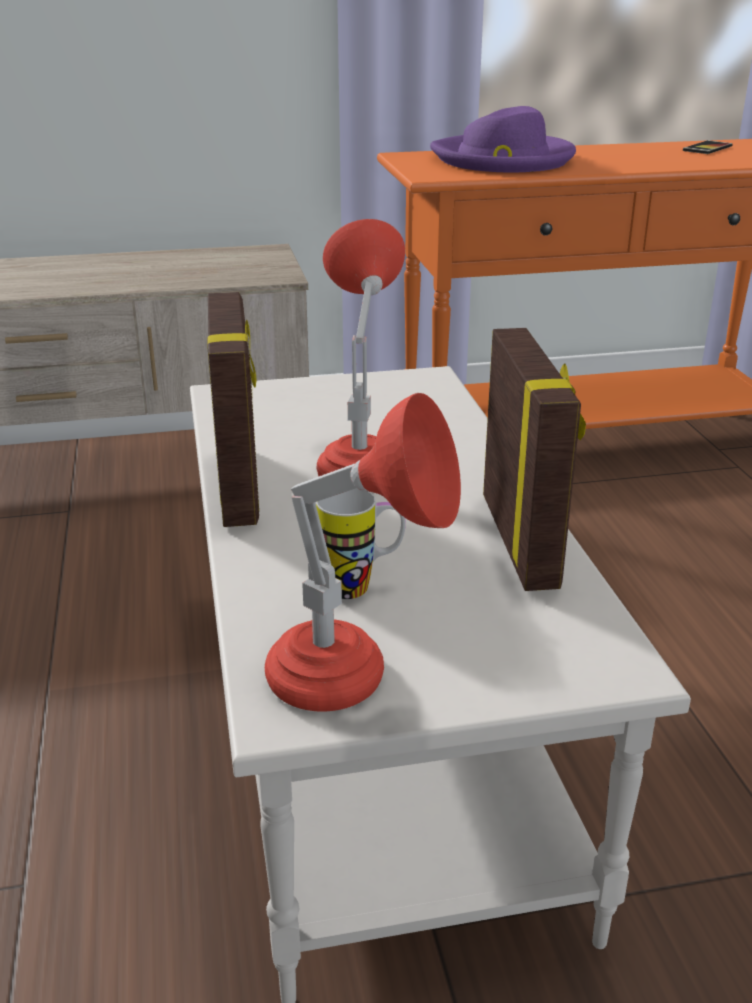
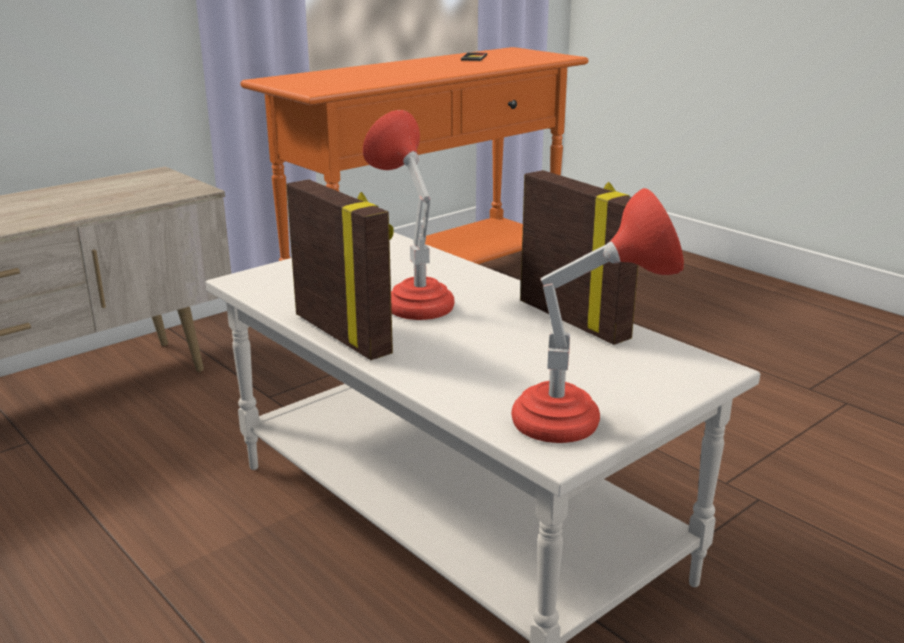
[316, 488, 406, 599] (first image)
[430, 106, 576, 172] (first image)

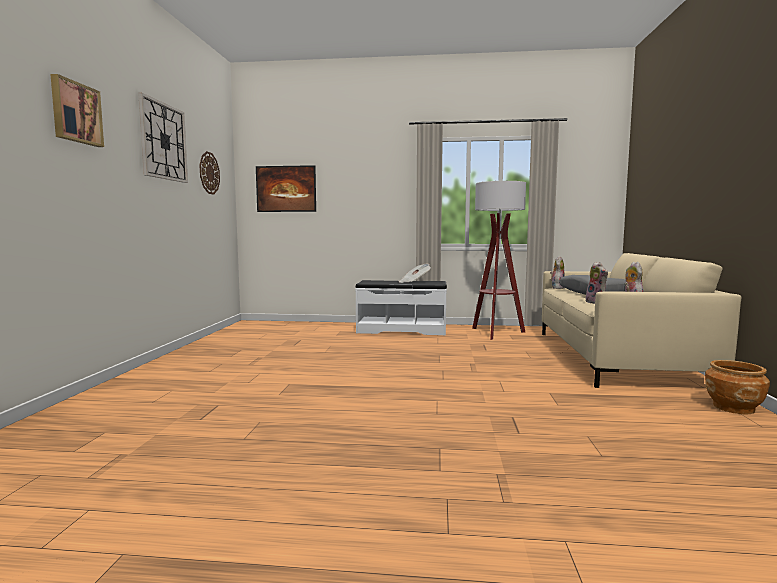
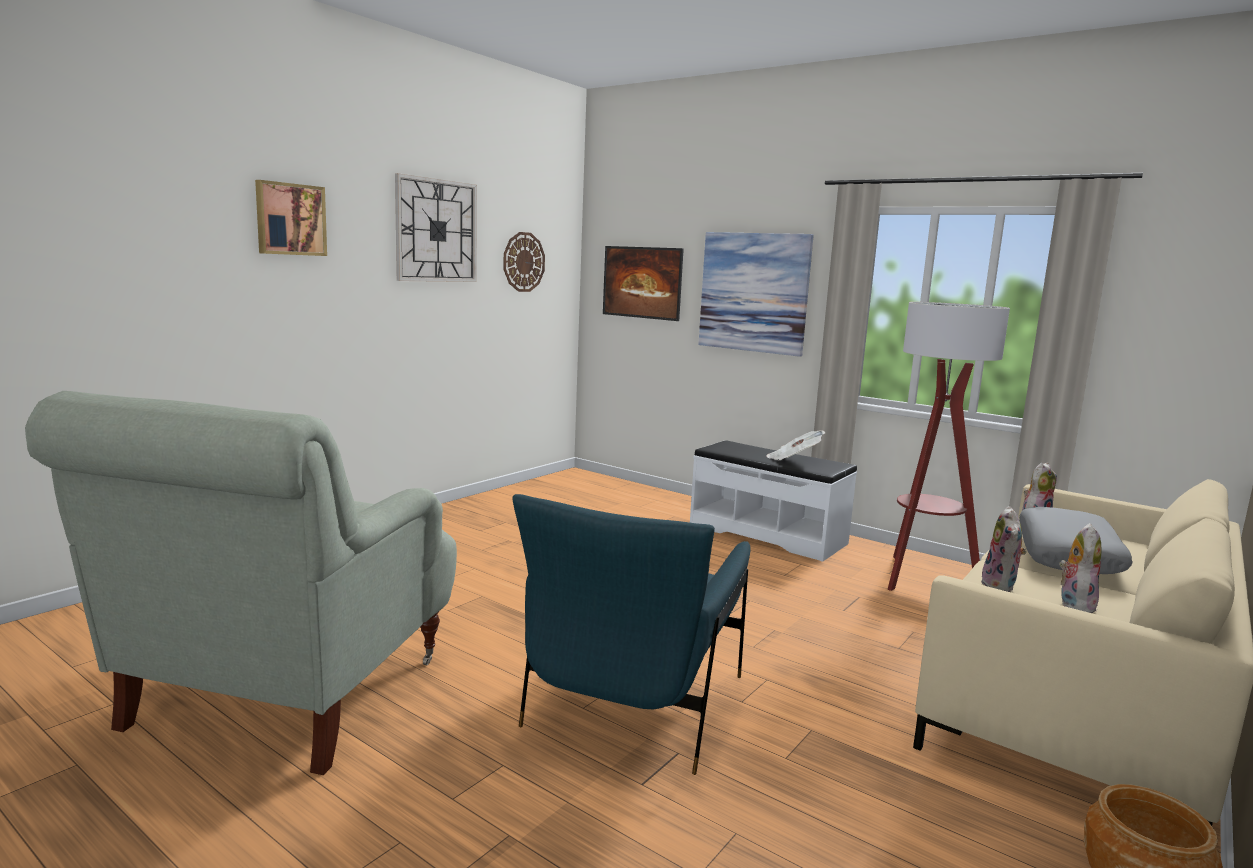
[25, 391, 457, 775]
[512, 494, 751, 775]
[698, 232, 814, 357]

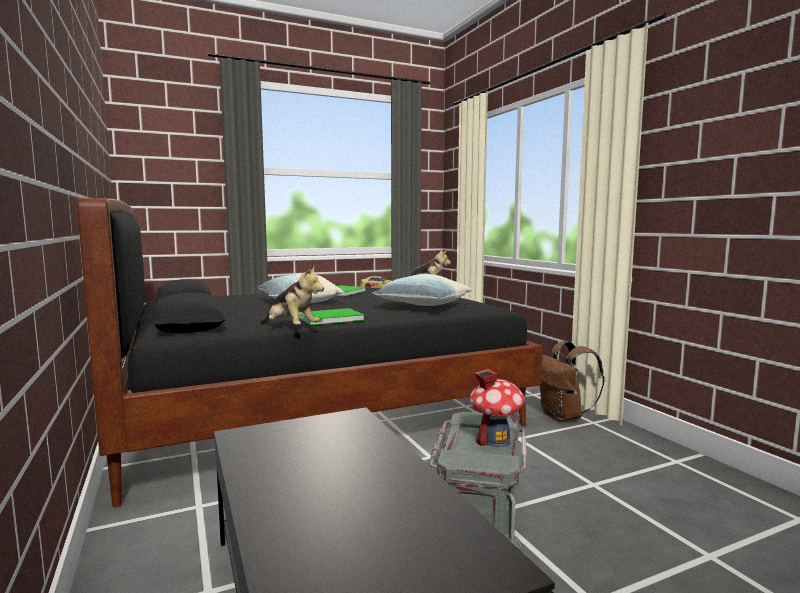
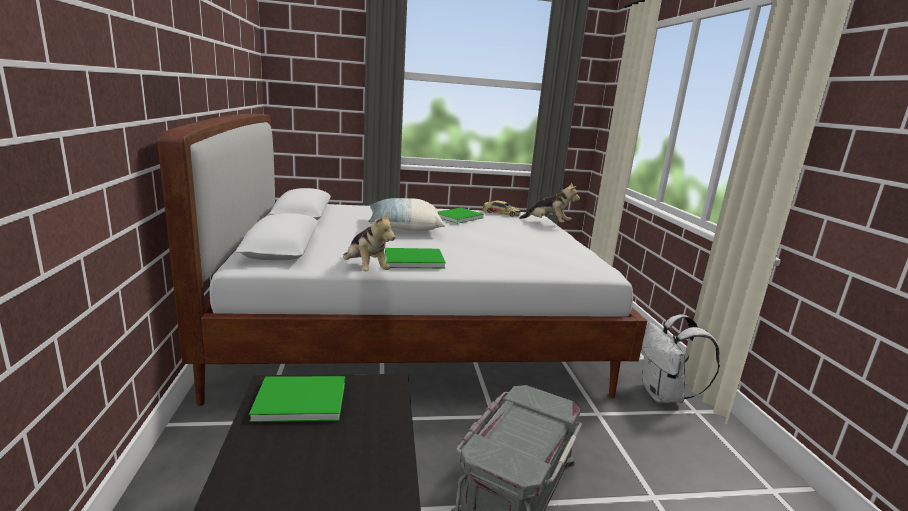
[157, 113, 647, 406]
[249, 376, 345, 422]
[642, 314, 720, 403]
[372, 274, 472, 306] (first image)
[470, 369, 525, 447] (first image)

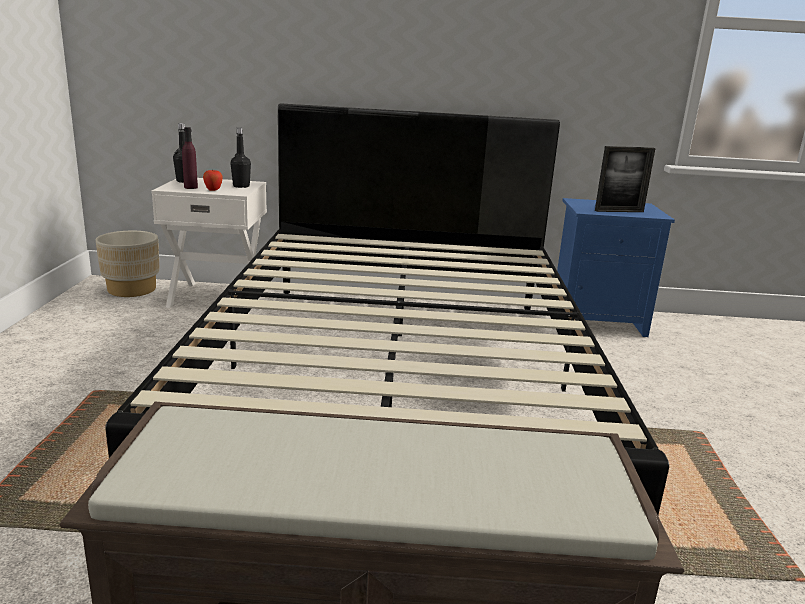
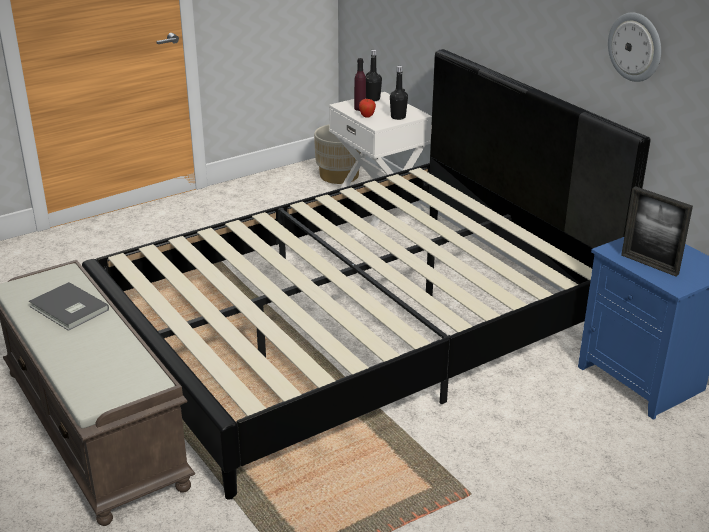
[29, 282, 109, 331]
[608, 13, 661, 82]

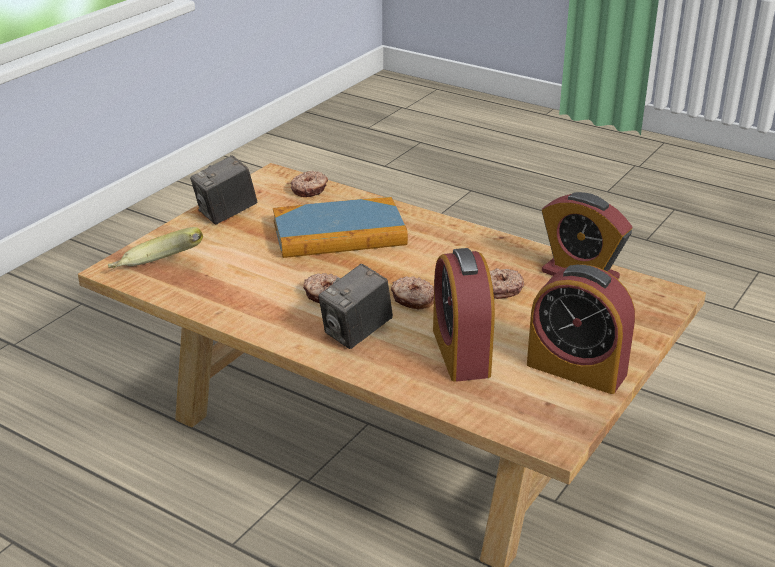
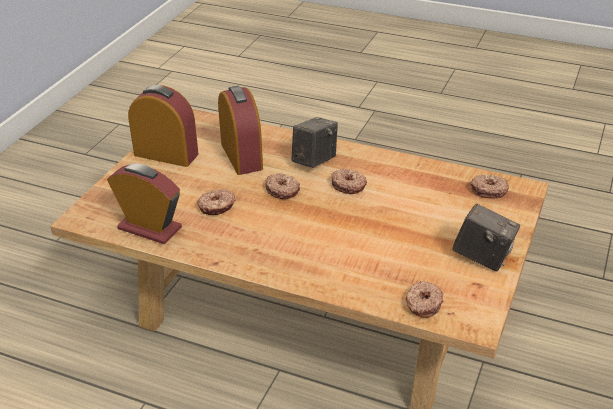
[452, 204, 520, 271]
[470, 174, 509, 198]
[273, 197, 408, 258] (first image)

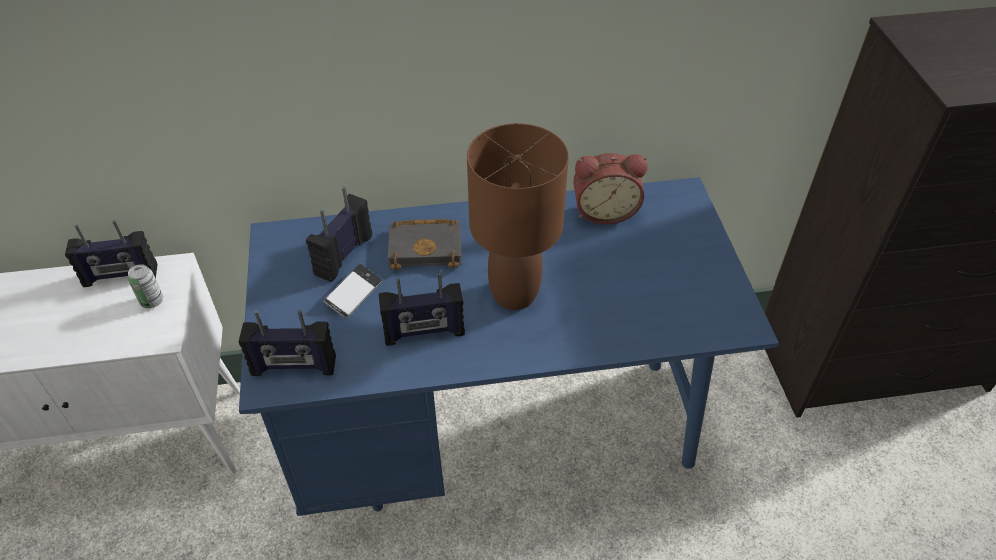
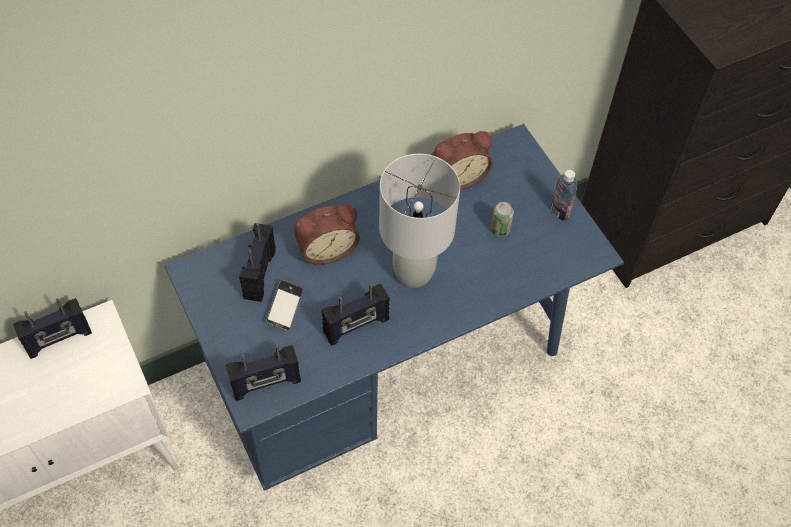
[294, 204, 360, 265]
[379, 154, 460, 288]
[491, 202, 514, 237]
[551, 170, 577, 221]

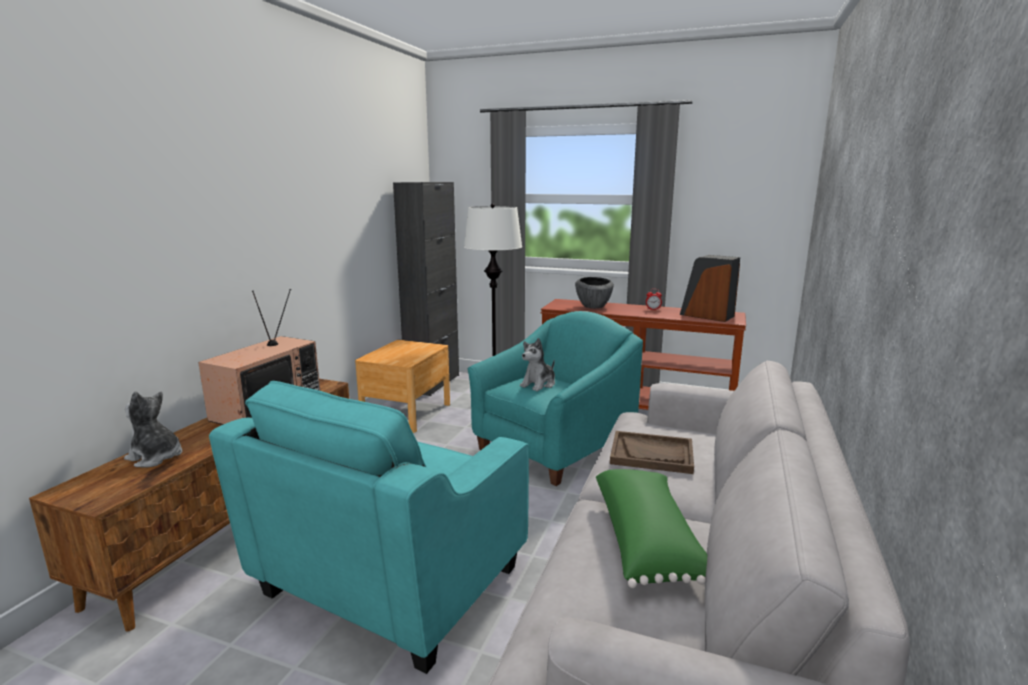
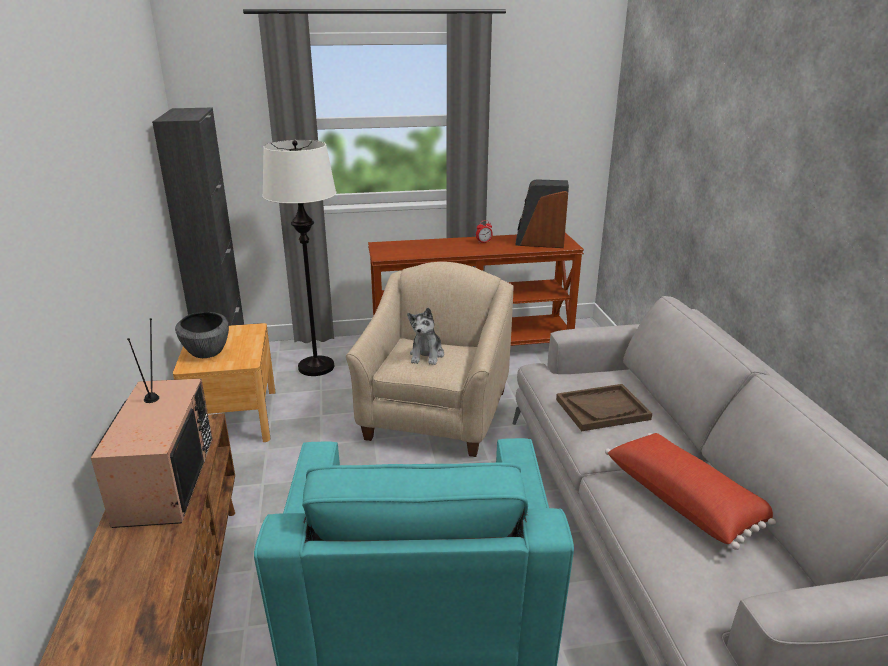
[175, 312, 229, 358]
[346, 262, 514, 457]
[605, 433, 776, 550]
[124, 391, 182, 468] (first image)

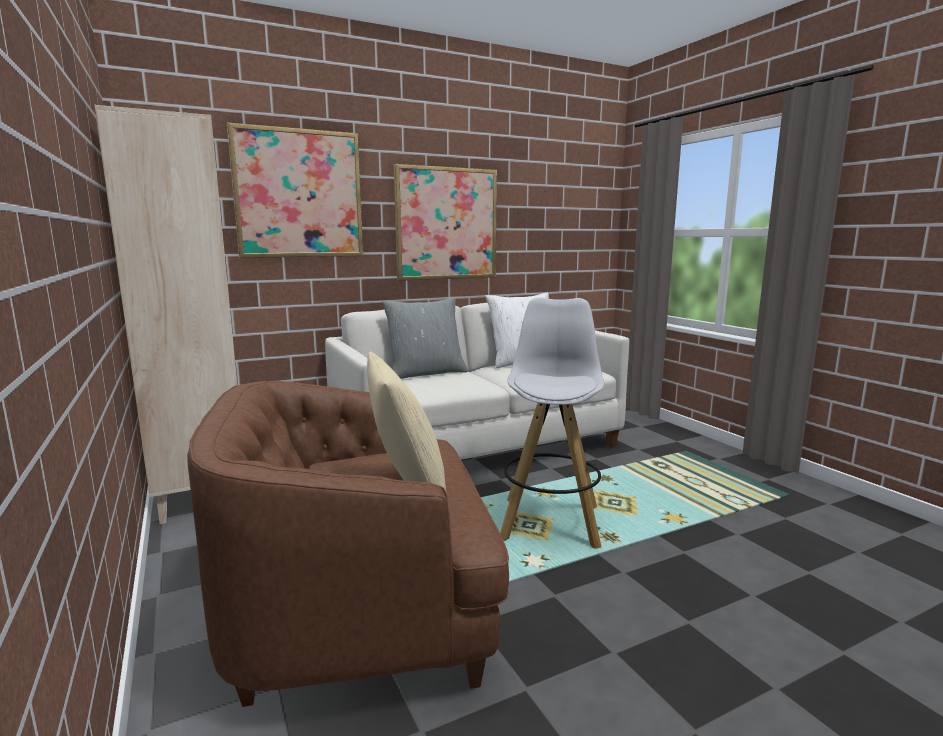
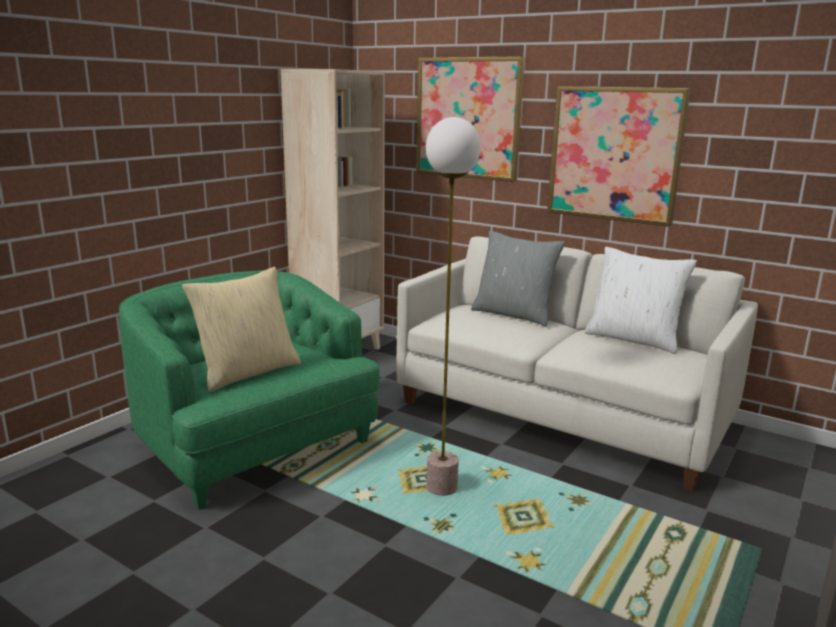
[119, 270, 380, 510]
[426, 117, 481, 496]

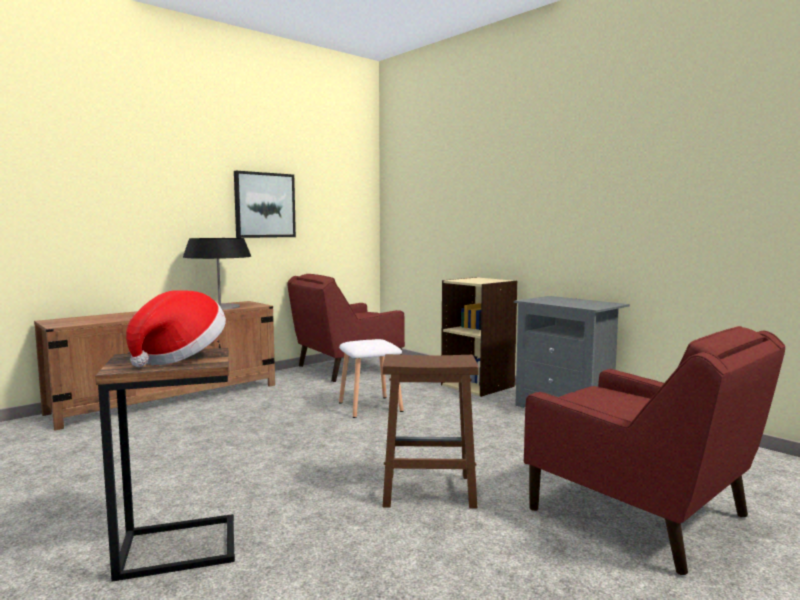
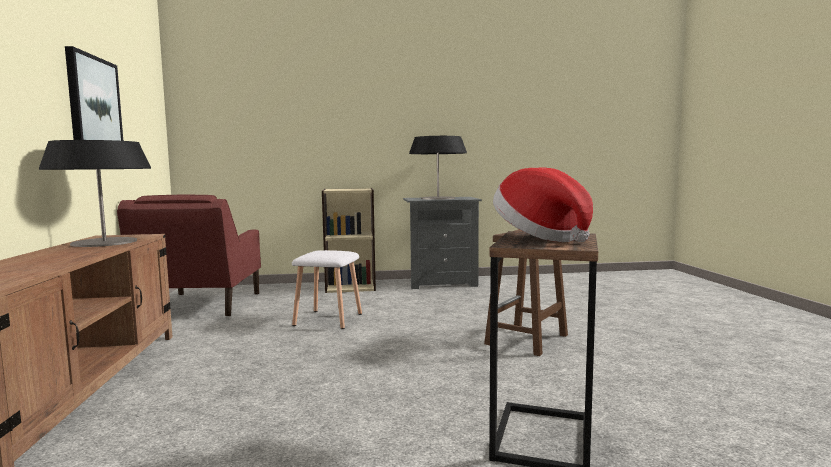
[409, 136, 467, 200]
[524, 326, 786, 576] (first image)

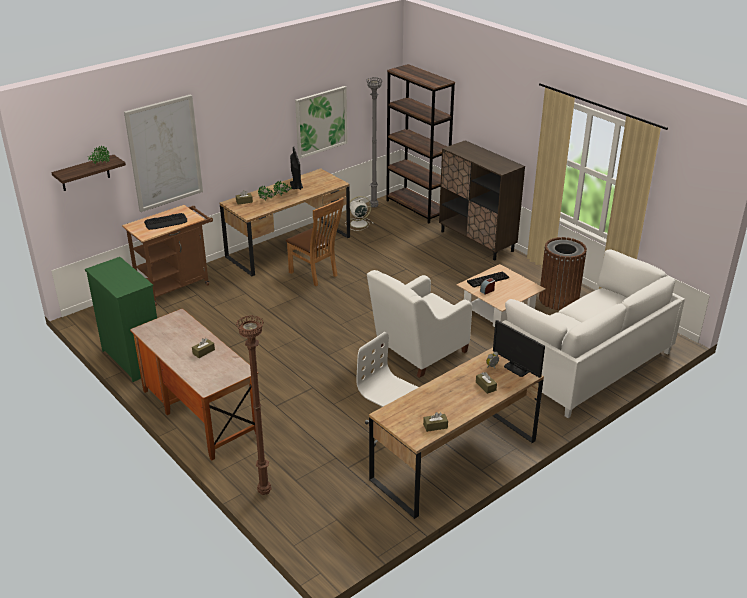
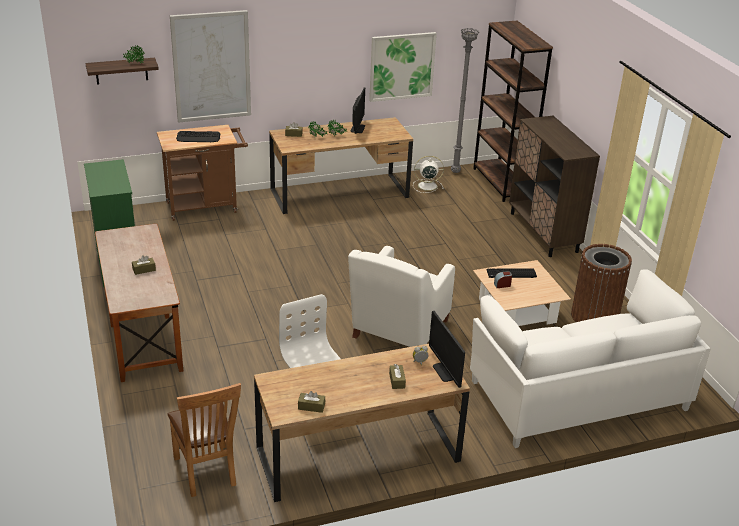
[167, 383, 241, 497]
[348, 246, 455, 347]
[236, 315, 271, 495] (first image)

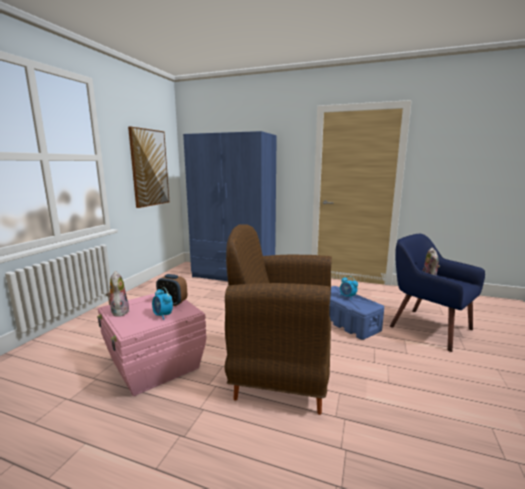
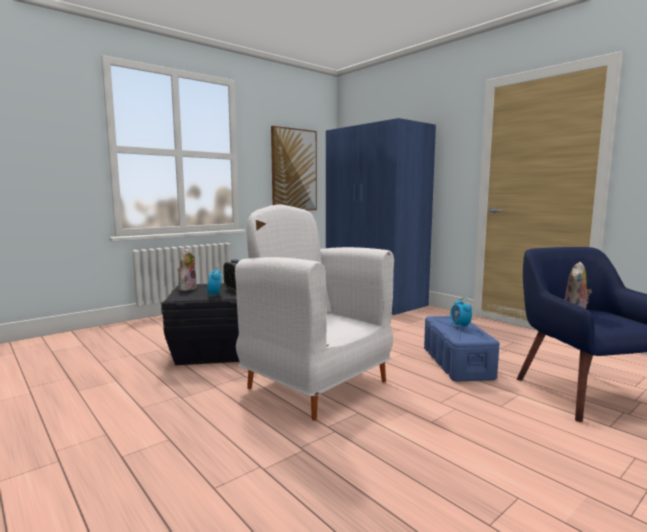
[160, 283, 239, 365]
[235, 204, 394, 420]

